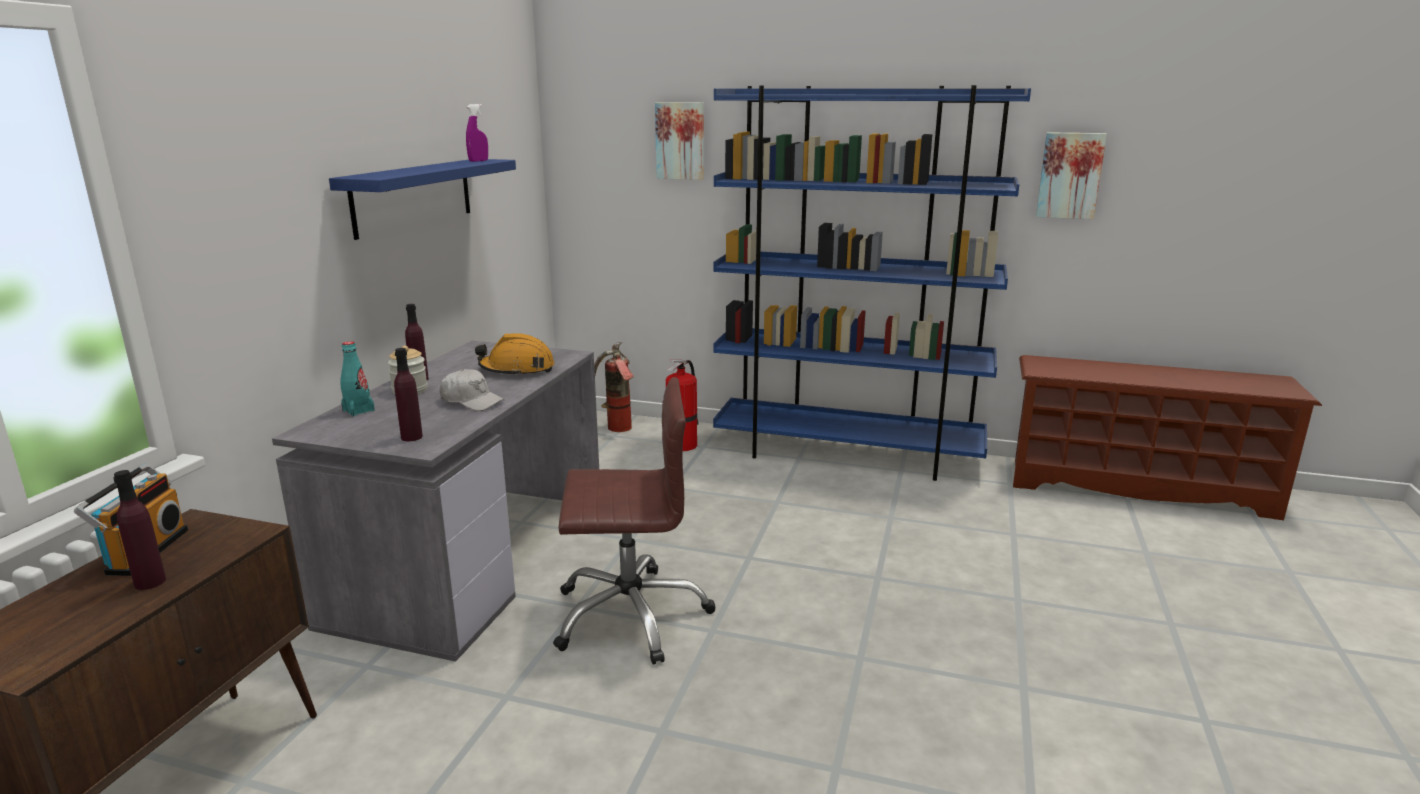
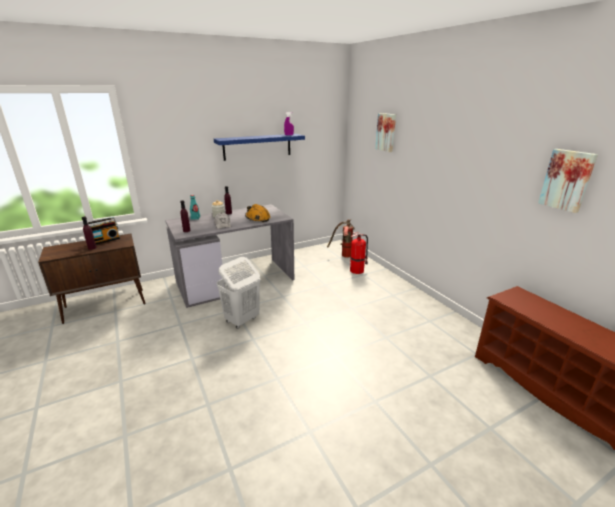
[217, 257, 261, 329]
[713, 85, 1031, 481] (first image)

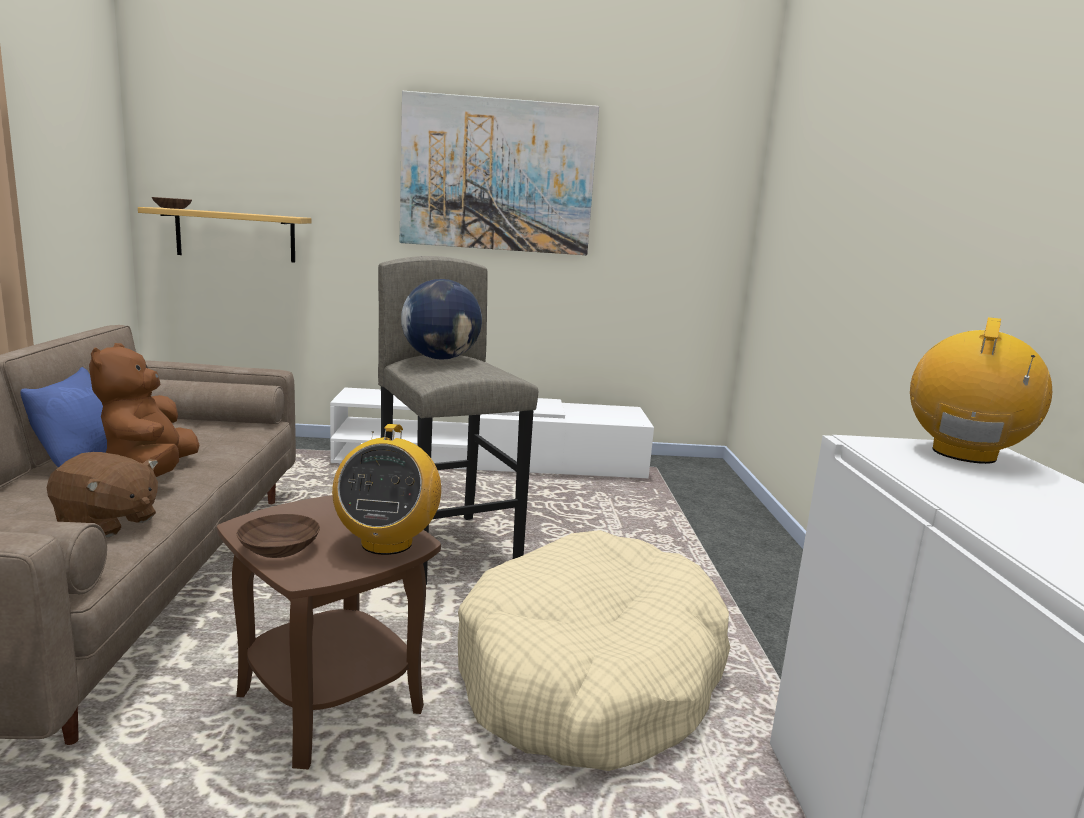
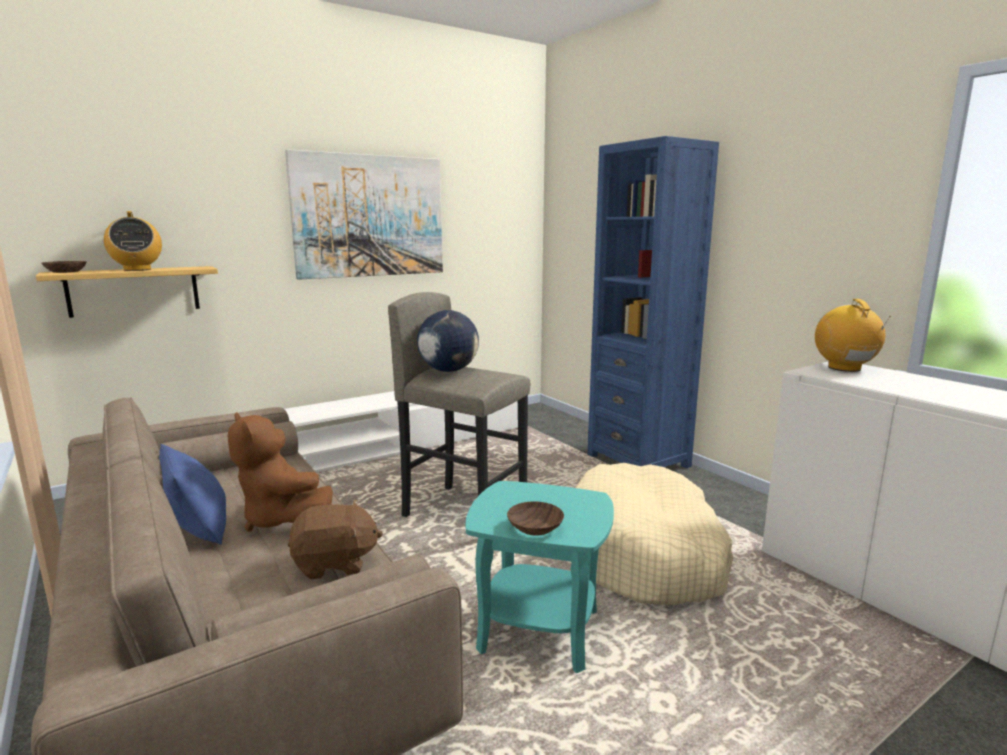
[104, 211, 162, 271]
[466, 481, 614, 673]
[588, 136, 719, 468]

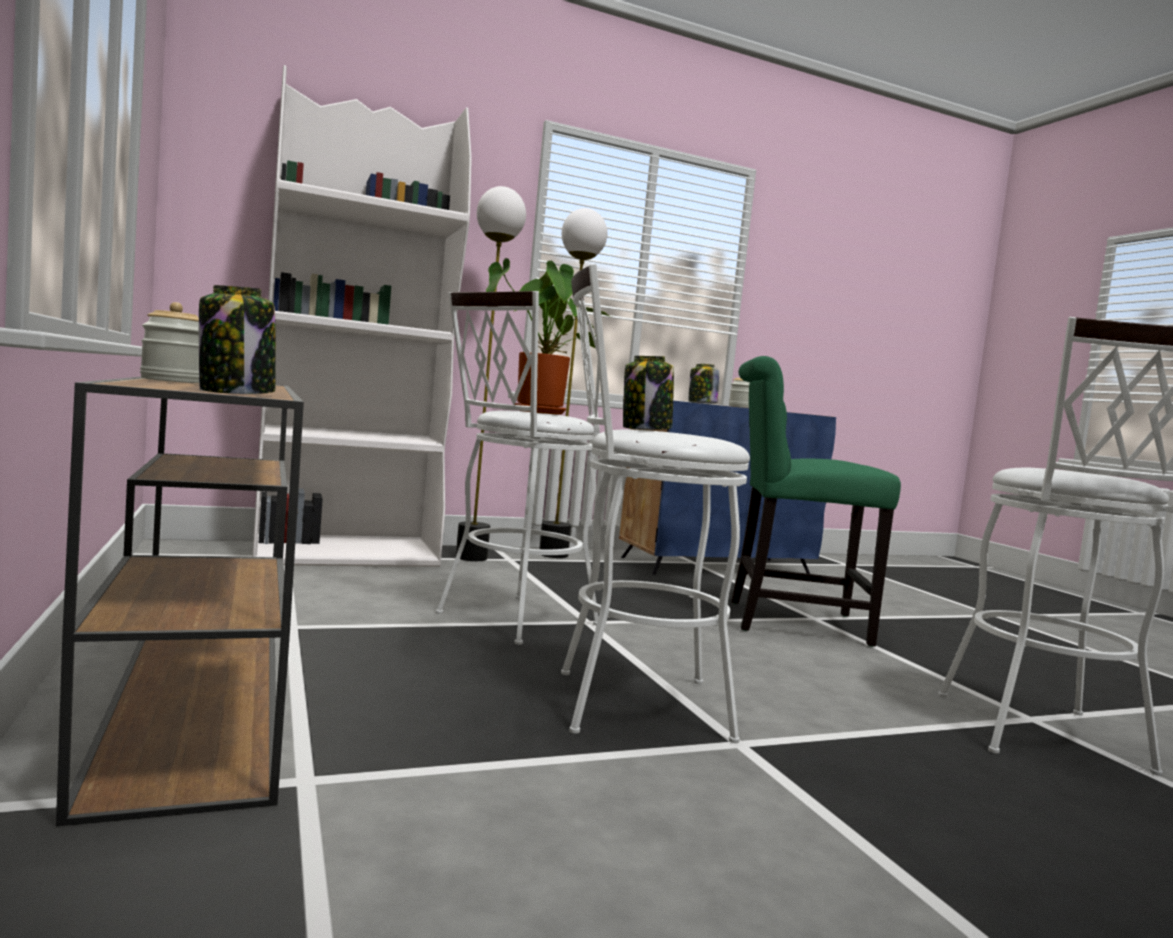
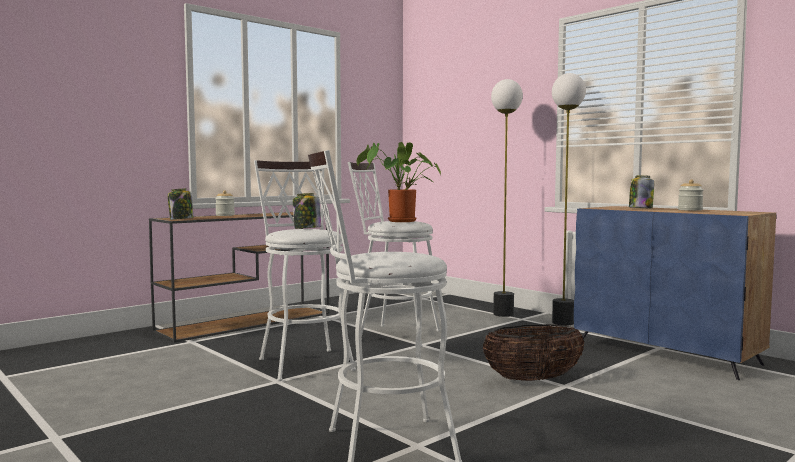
[483, 324, 584, 381]
[252, 65, 472, 567] (first image)

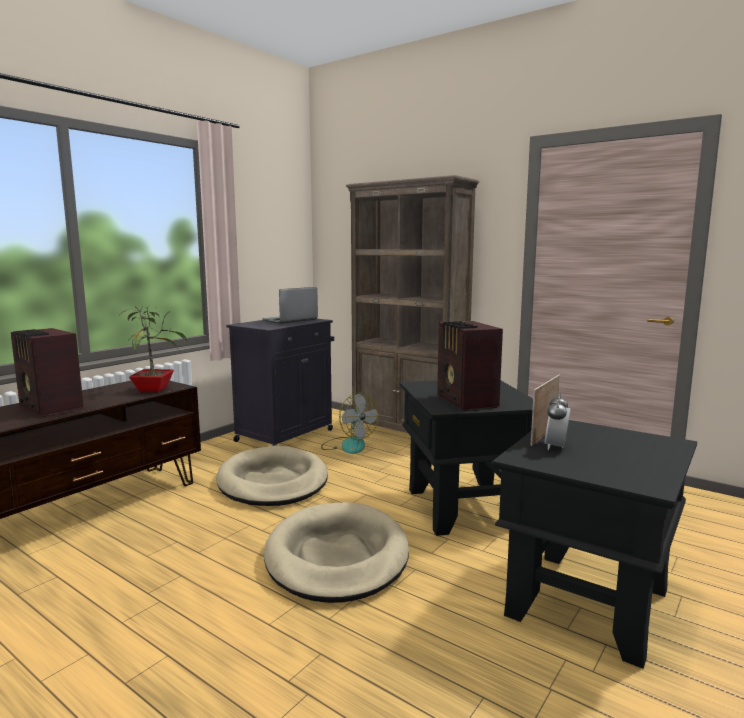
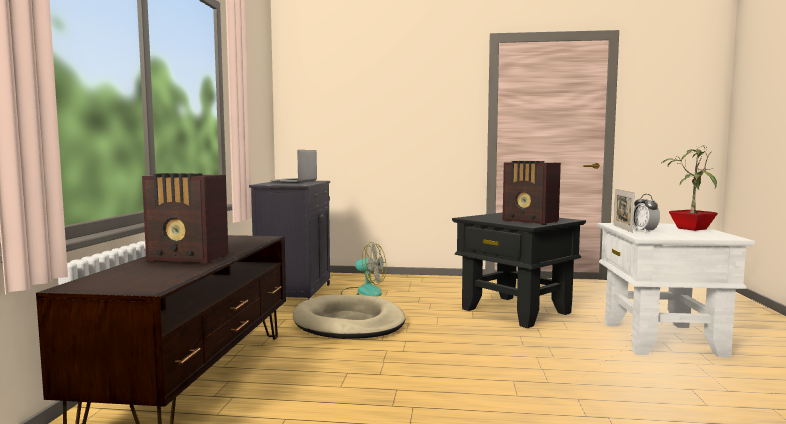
[597, 223, 755, 357]
[662, 146, 718, 231]
[264, 502, 409, 603] (first image)
[346, 175, 479, 433] (first image)

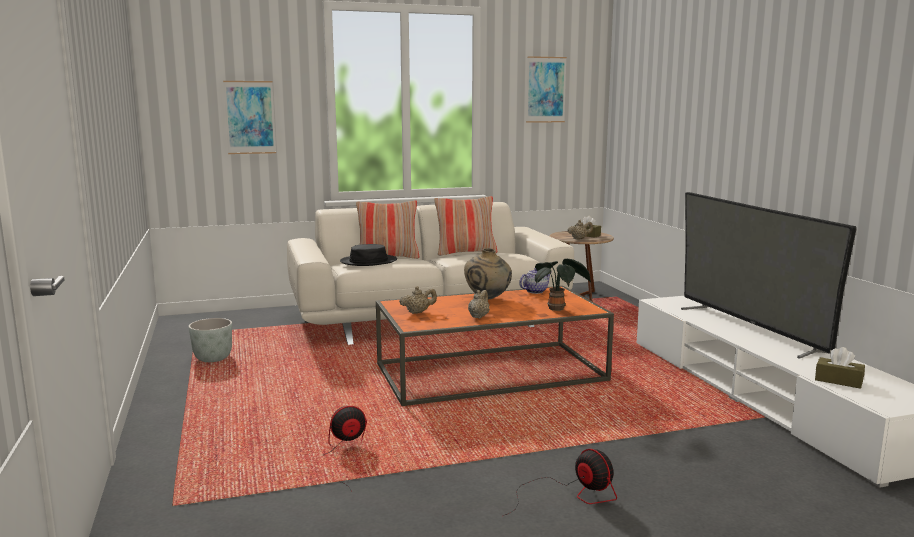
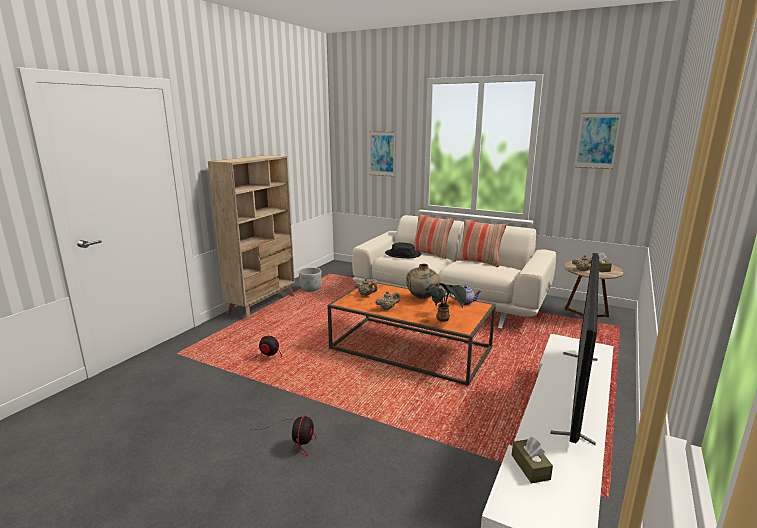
[208, 155, 295, 320]

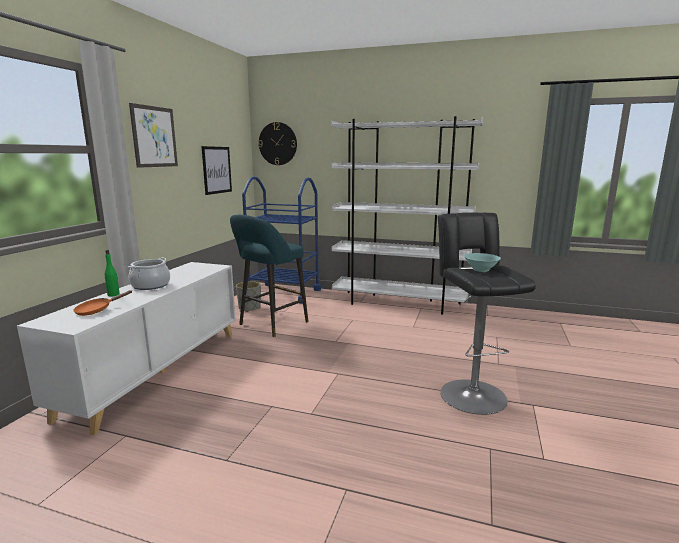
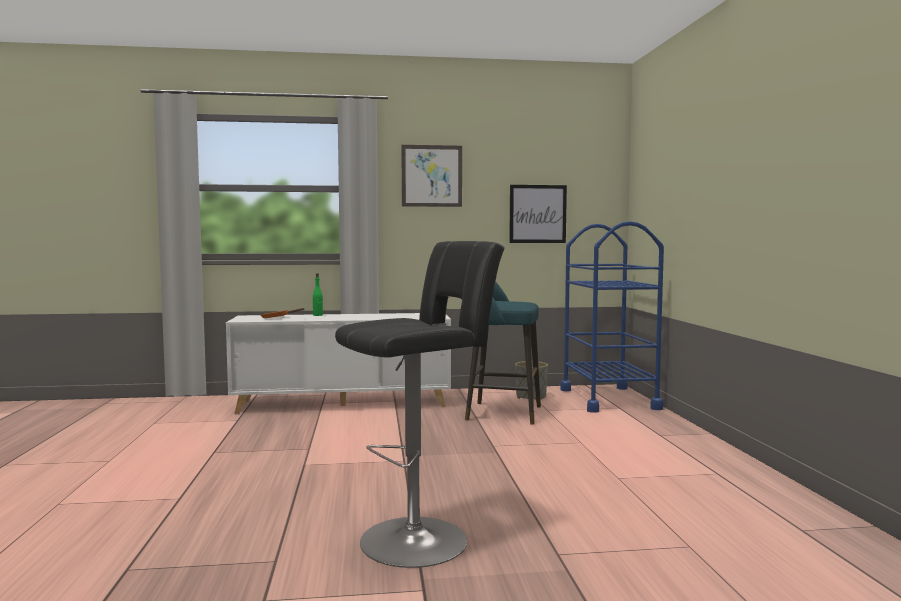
[128, 258, 170, 290] (first image)
[258, 122, 297, 165] (first image)
[331, 116, 483, 315] (first image)
[464, 253, 501, 272] (first image)

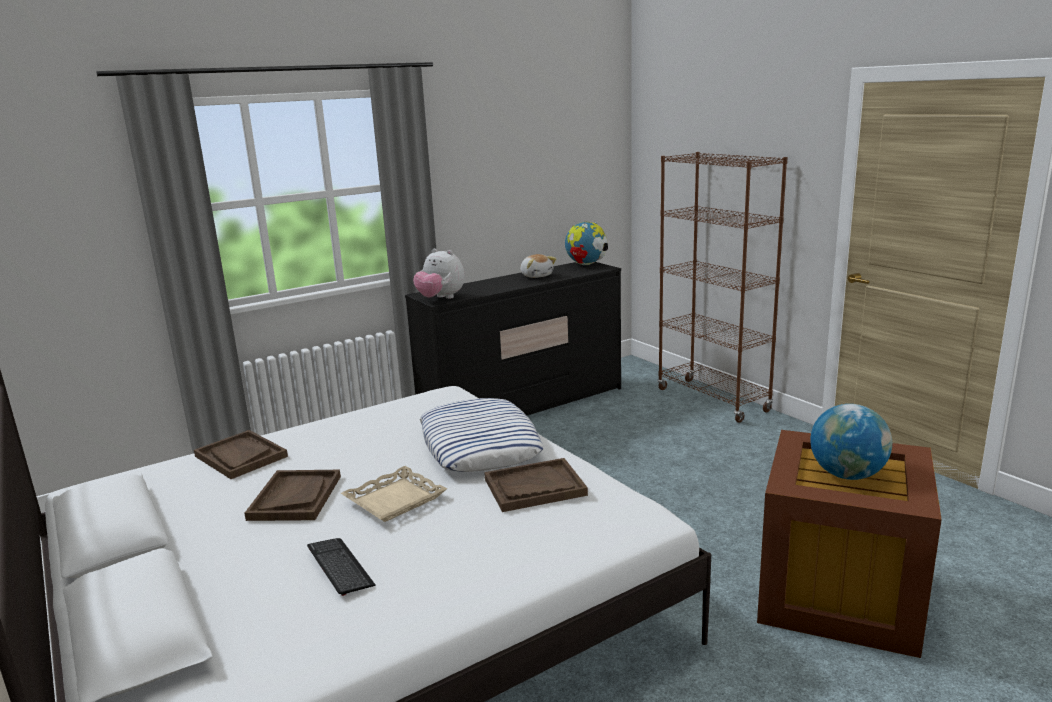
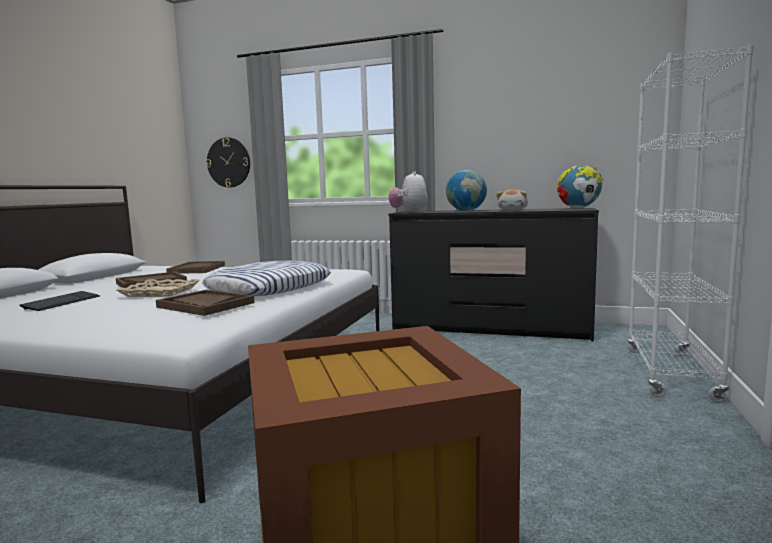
[206, 137, 250, 187]
[446, 170, 487, 211]
[627, 45, 754, 402]

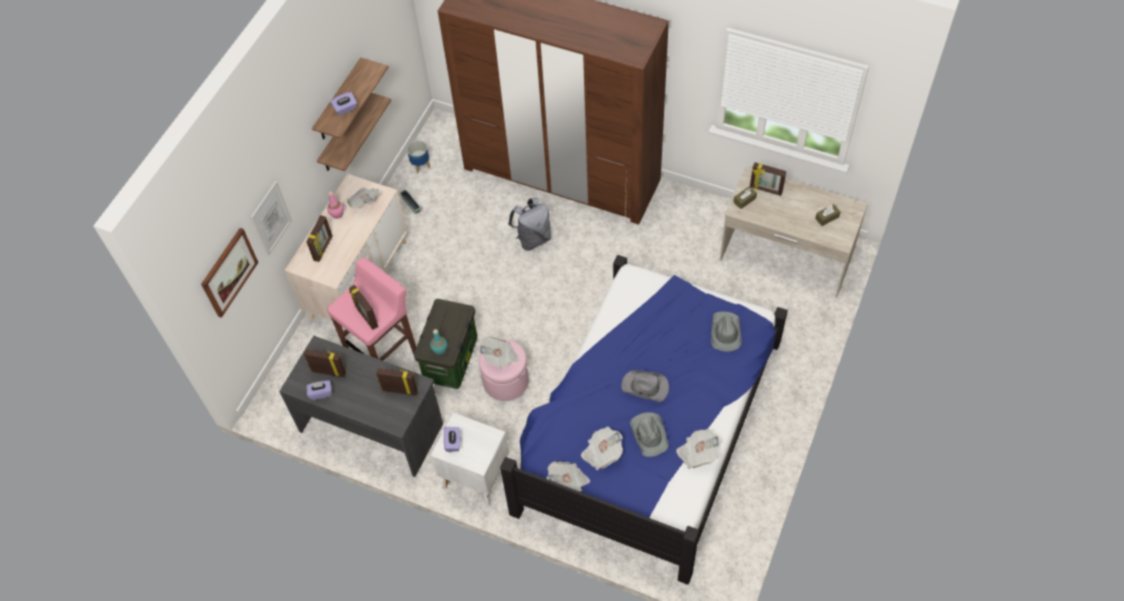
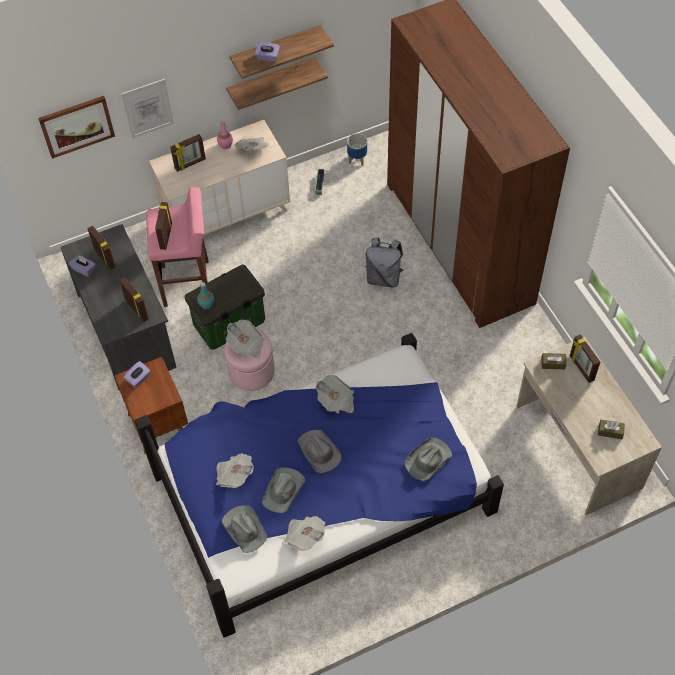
[115, 357, 188, 454]
[222, 505, 267, 553]
[316, 375, 354, 413]

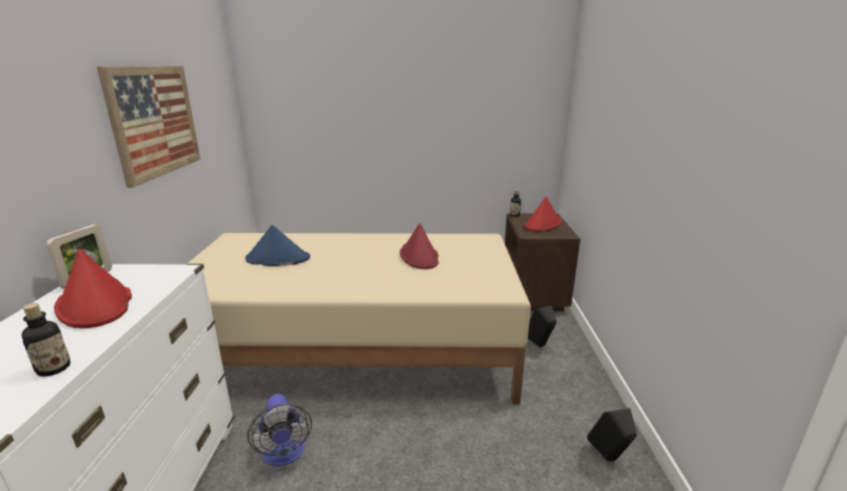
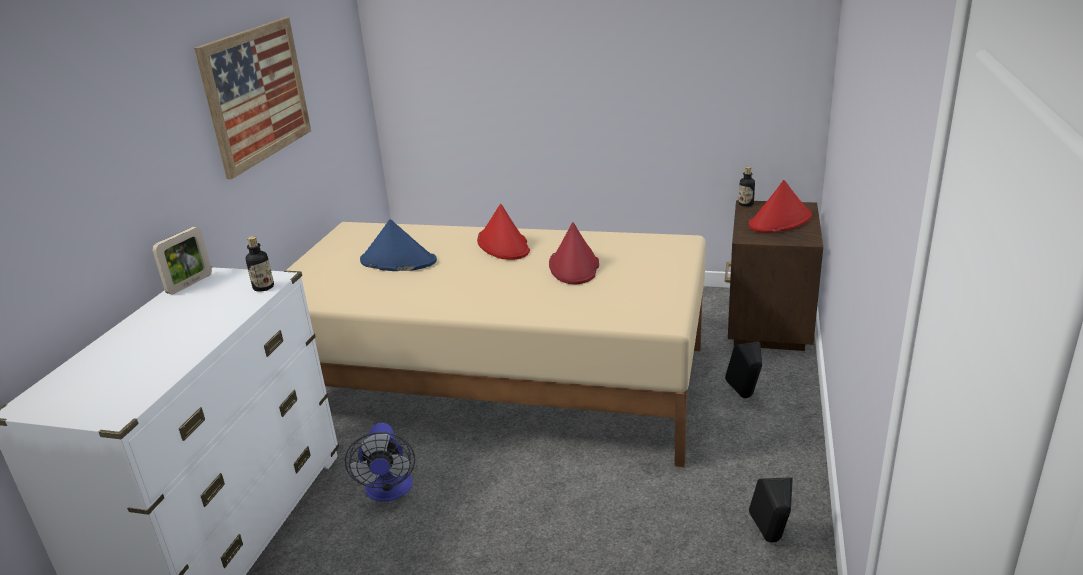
[246, 236, 274, 292]
[477, 204, 530, 260]

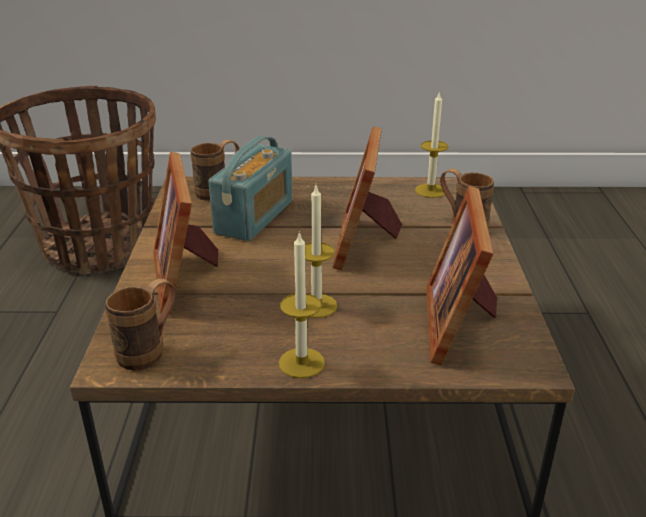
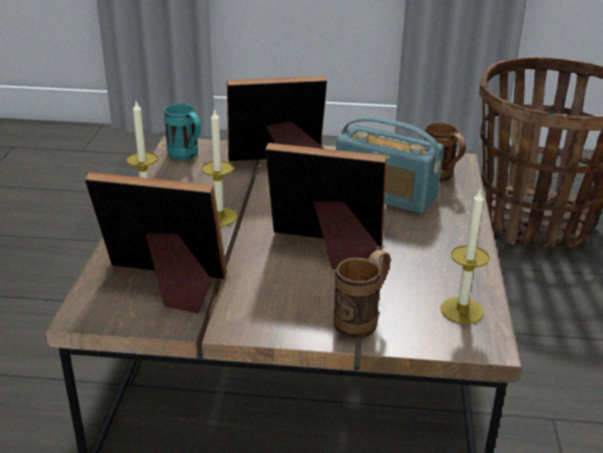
[164, 103, 201, 160]

